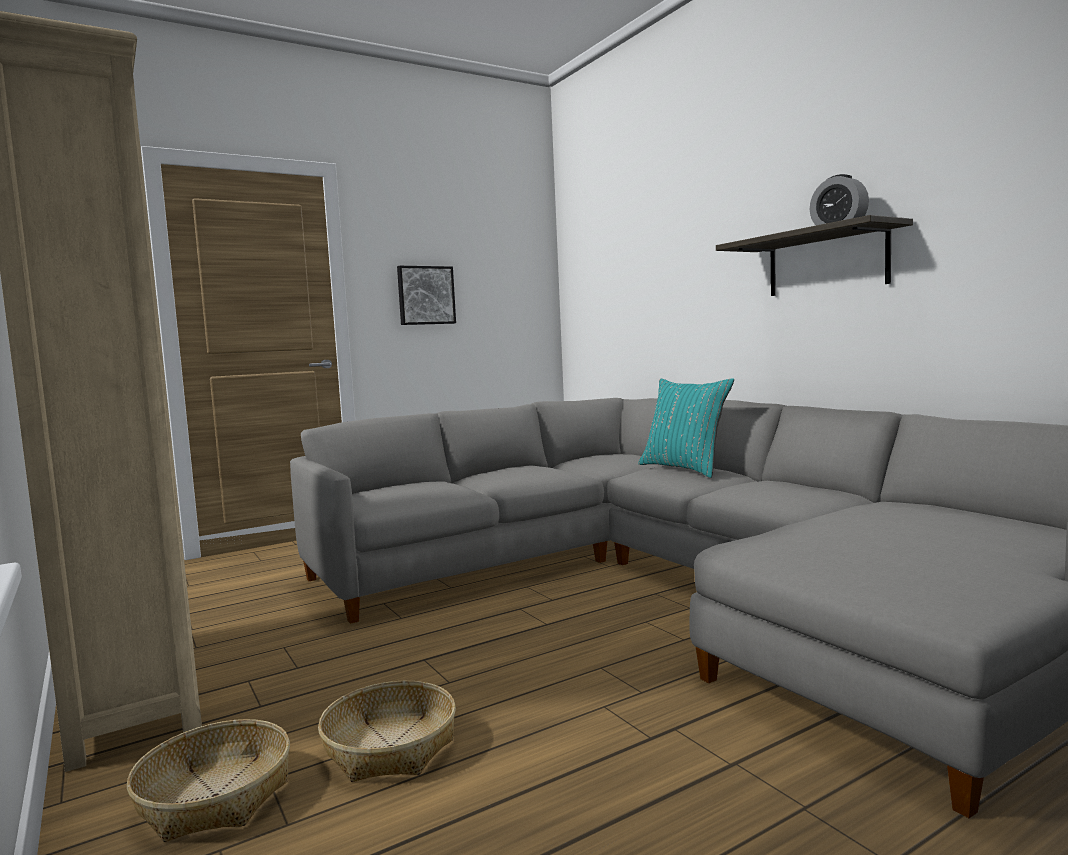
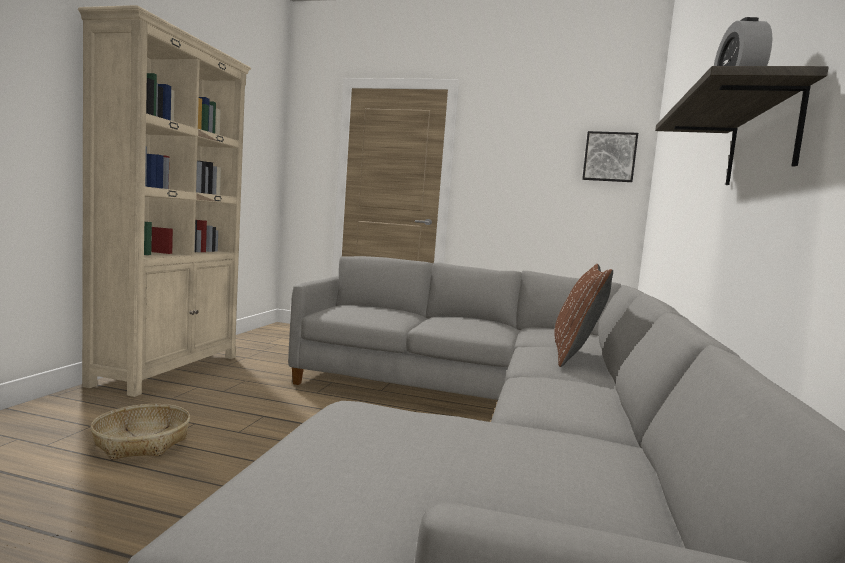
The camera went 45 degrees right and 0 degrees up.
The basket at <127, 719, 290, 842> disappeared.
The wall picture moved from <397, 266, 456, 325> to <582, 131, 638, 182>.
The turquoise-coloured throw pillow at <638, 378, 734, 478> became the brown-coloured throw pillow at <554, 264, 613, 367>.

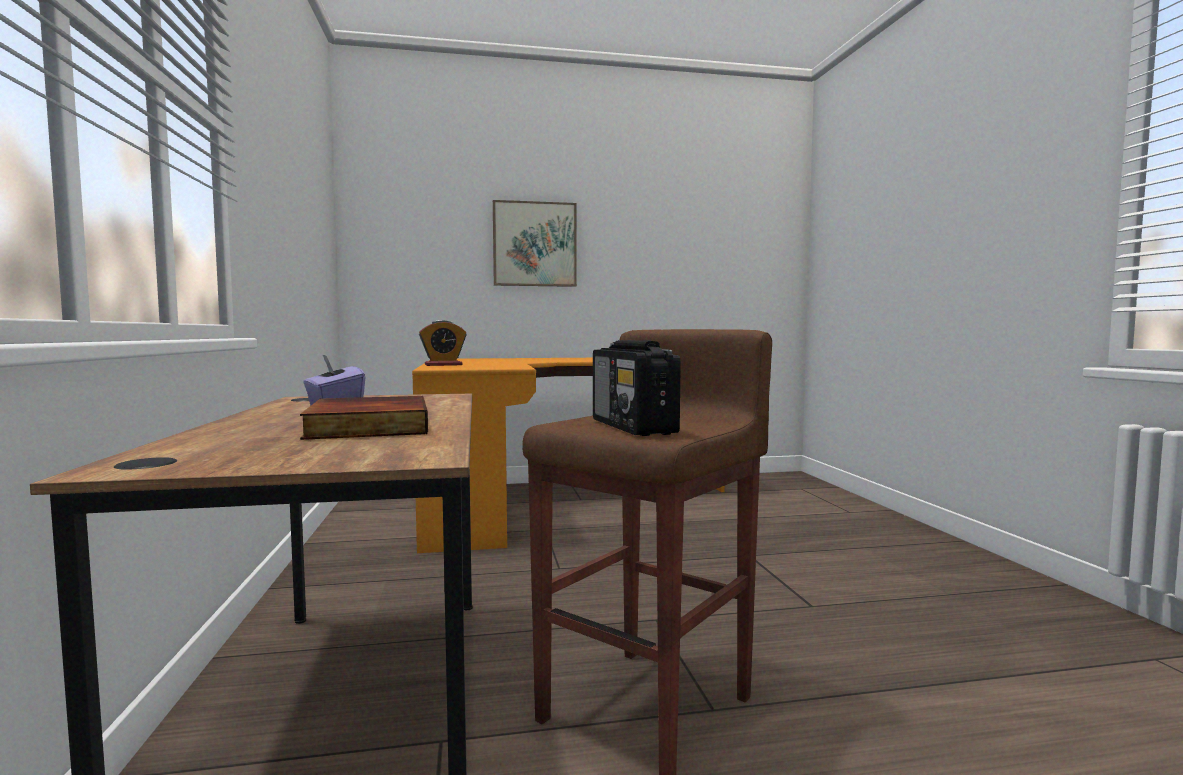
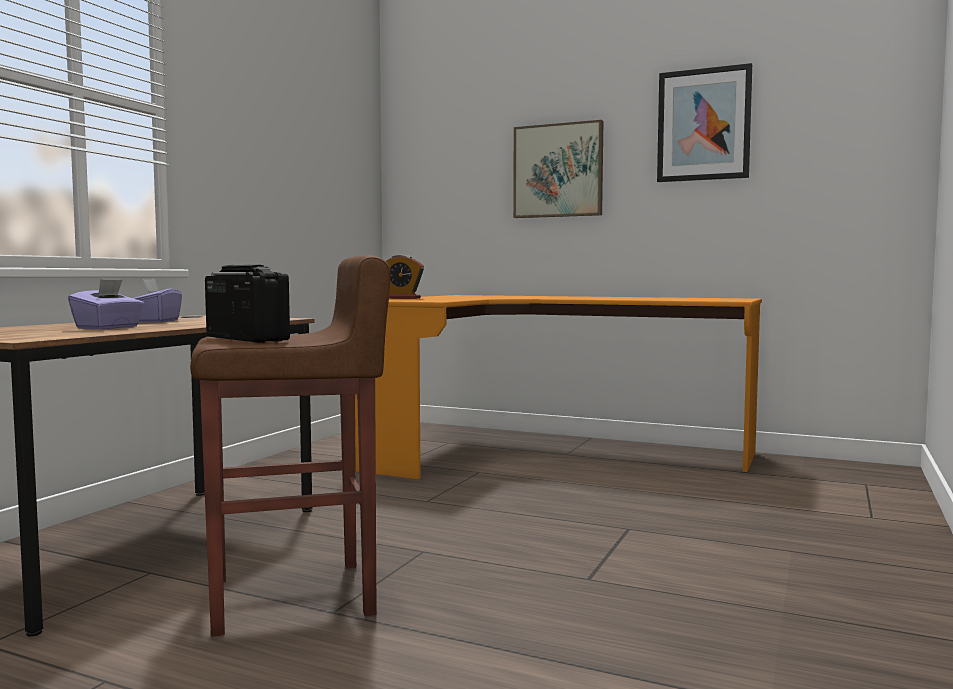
The camera went 35 degrees right and 0 degrees up.
The volume at <300, 396, 428, 440> was replaced by the purplish tissue box at <68, 279, 144, 329>.
The radio receiver at <593, 340, 681, 436> turned 120 degrees clockwise.
The wall picture at <657, 63, 752, 182> appeared.

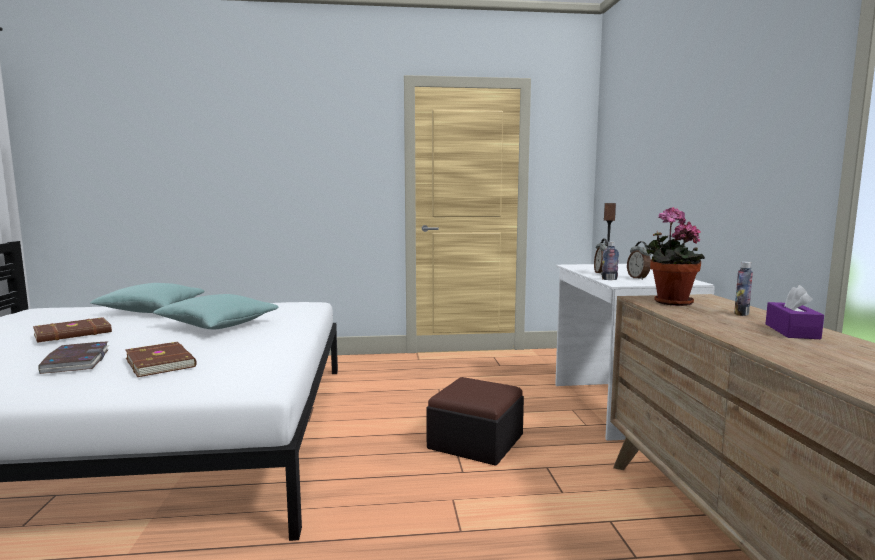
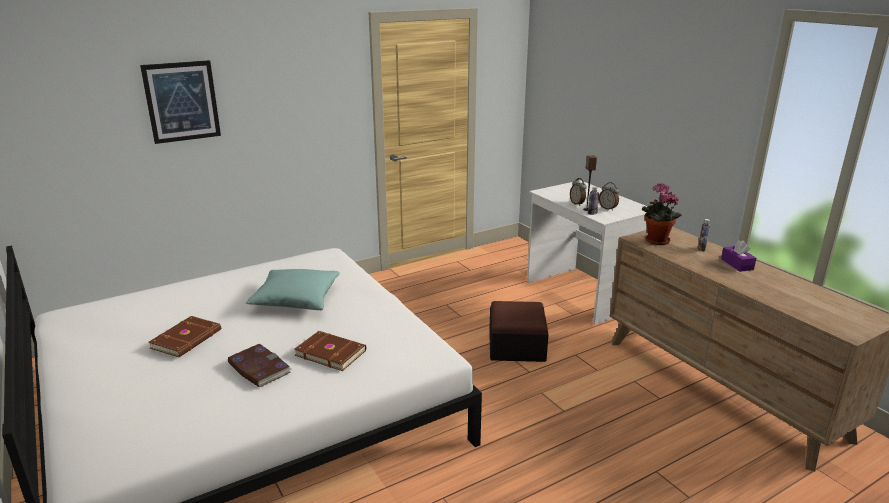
The camera went 25 degrees left and 15 degrees up.
The turquoise-coloured throw pillow at <90, 283, 204, 313> disappeared.
The wall picture at <140, 60, 221, 144> appeared.

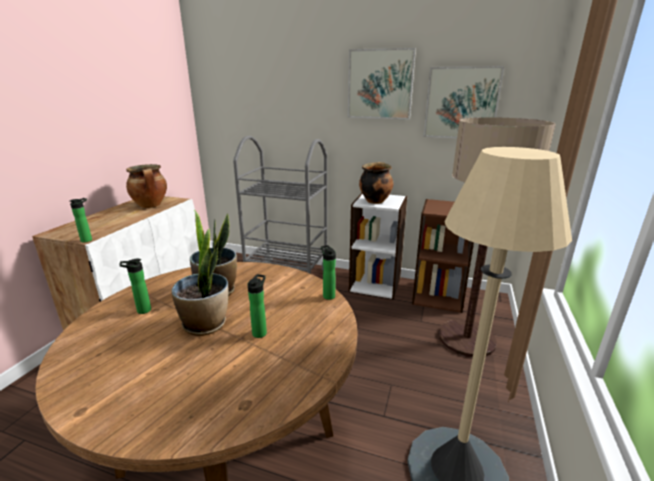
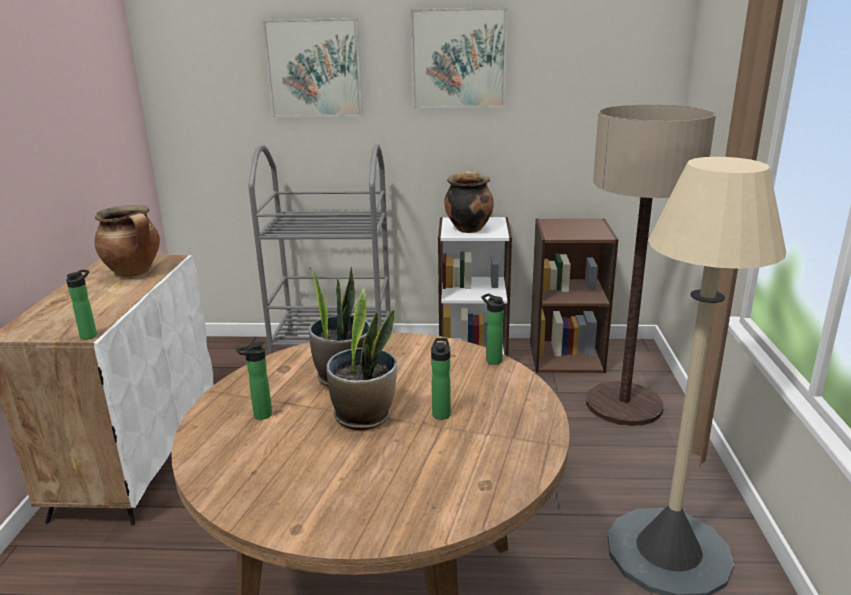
The camera went 15 degrees left and 0 degrees up.
The wall picture moved from <424, 66, 504, 138> to <262, 18, 363, 117>.

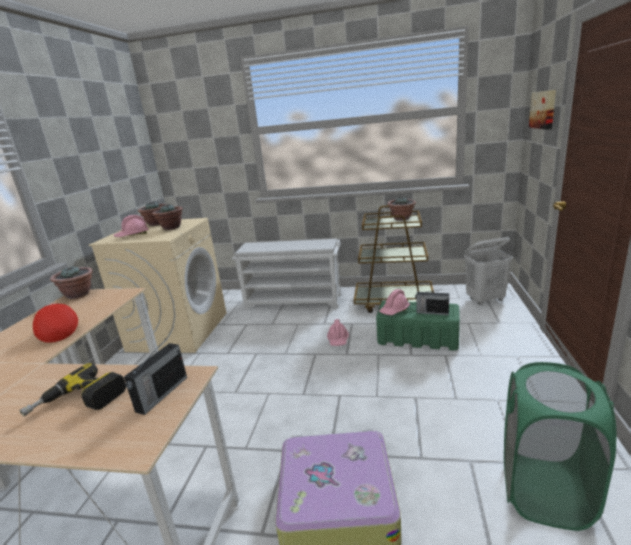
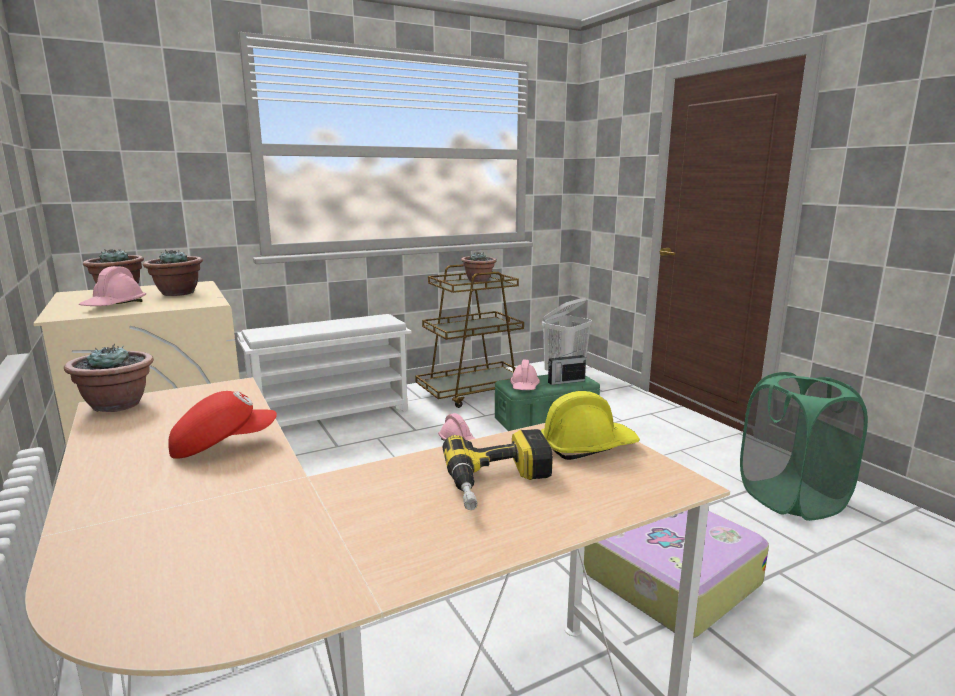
The camera went 40 degrees left and 5 degrees down.
The red-coloured cap at <33, 303, 78, 343> turned 135 degrees clockwise.
The radio receiver at <124, 341, 187, 415> was replaced by the yellow hard hat at <541, 391, 640, 460>.
The wall picture at <529, 90, 556, 130> disappeared.

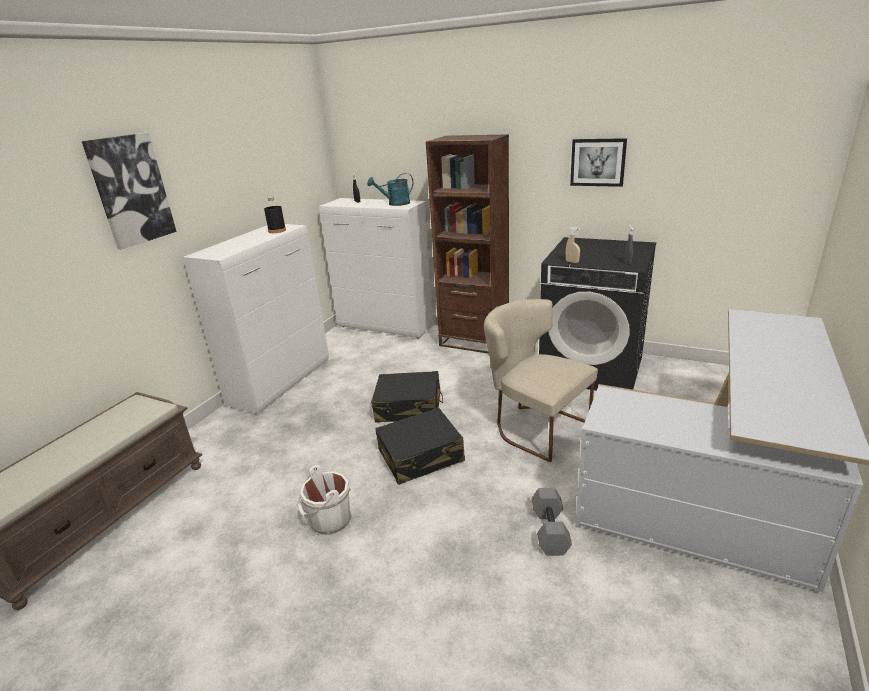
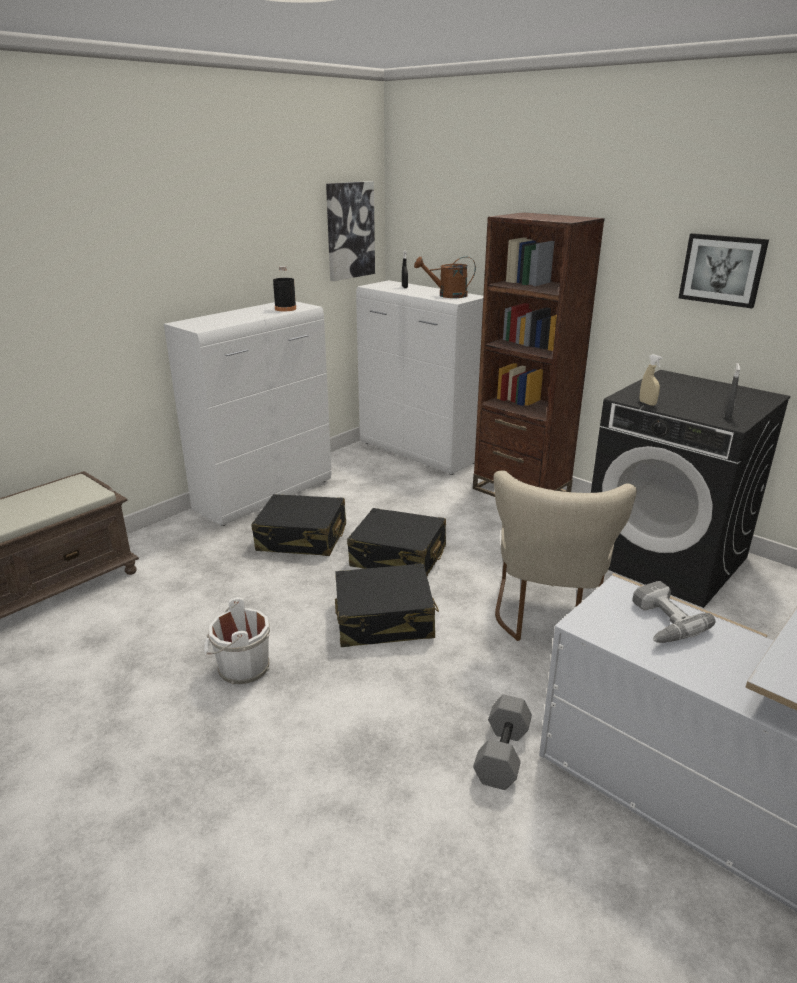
The camera went 15 degrees right and 0 degrees up.
The wall picture moved from <82, 133, 177, 249> to <326, 181, 375, 281>.
The turquoise-coloured watering can at <367, 173, 413, 206> became the brown-coloured watering can at <414, 257, 476, 298>.
The sand-coloured plain chair at <484, 299, 598, 462> turned 135 degrees counterclockwise.
The blackish travel case at <252, 494, 346, 556> appeared.
The electric drill at <632, 581, 715, 643> appeared.

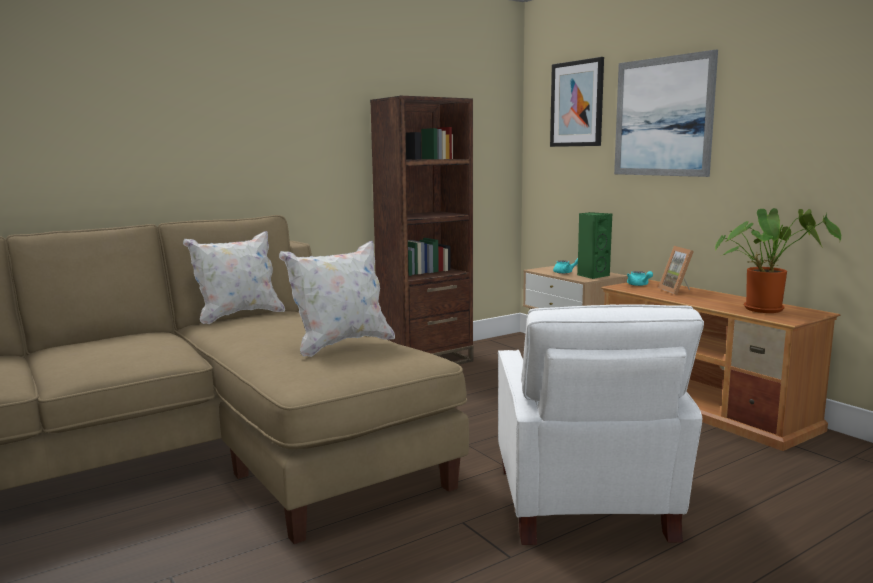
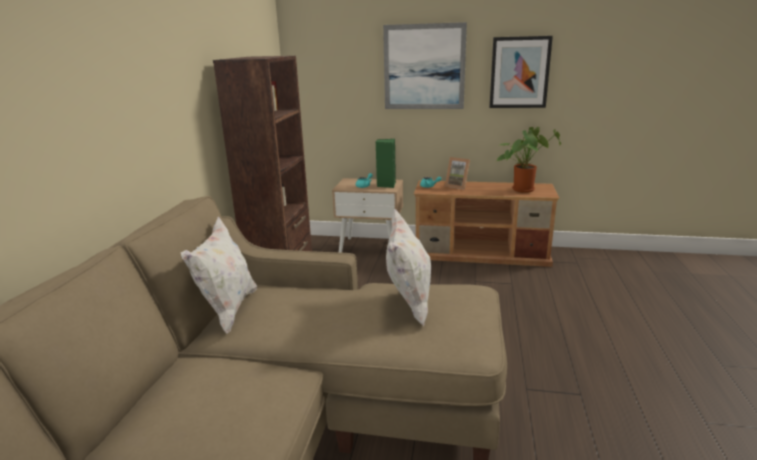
The camera went 45 degrees left and 10 degrees up.
The whitish easy chair at <498, 304, 704, 545> disappeared.
The wall picture moved from <550, 57, 604, 147> to <489, 36, 553, 108>.

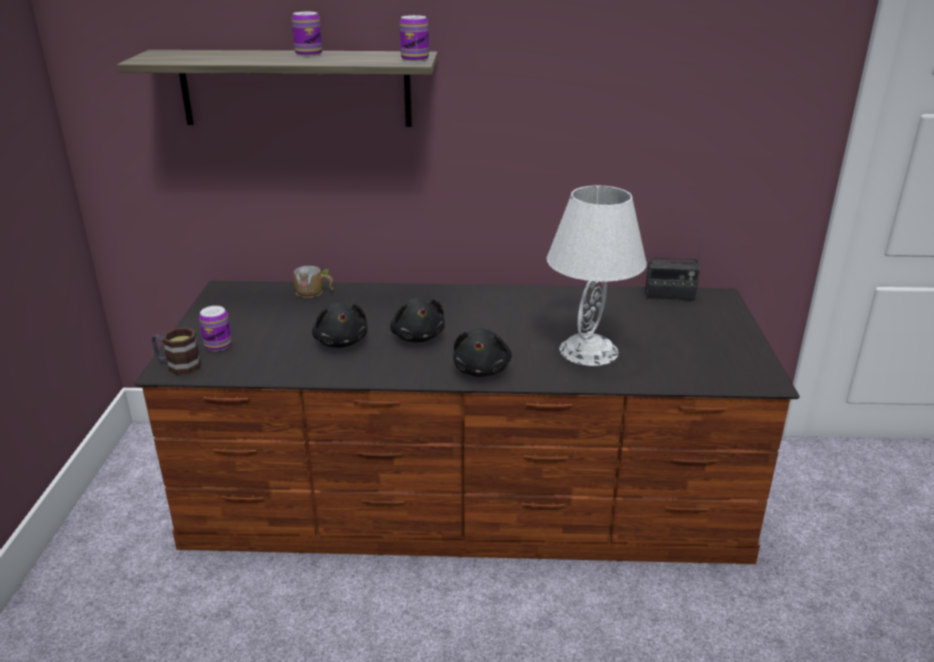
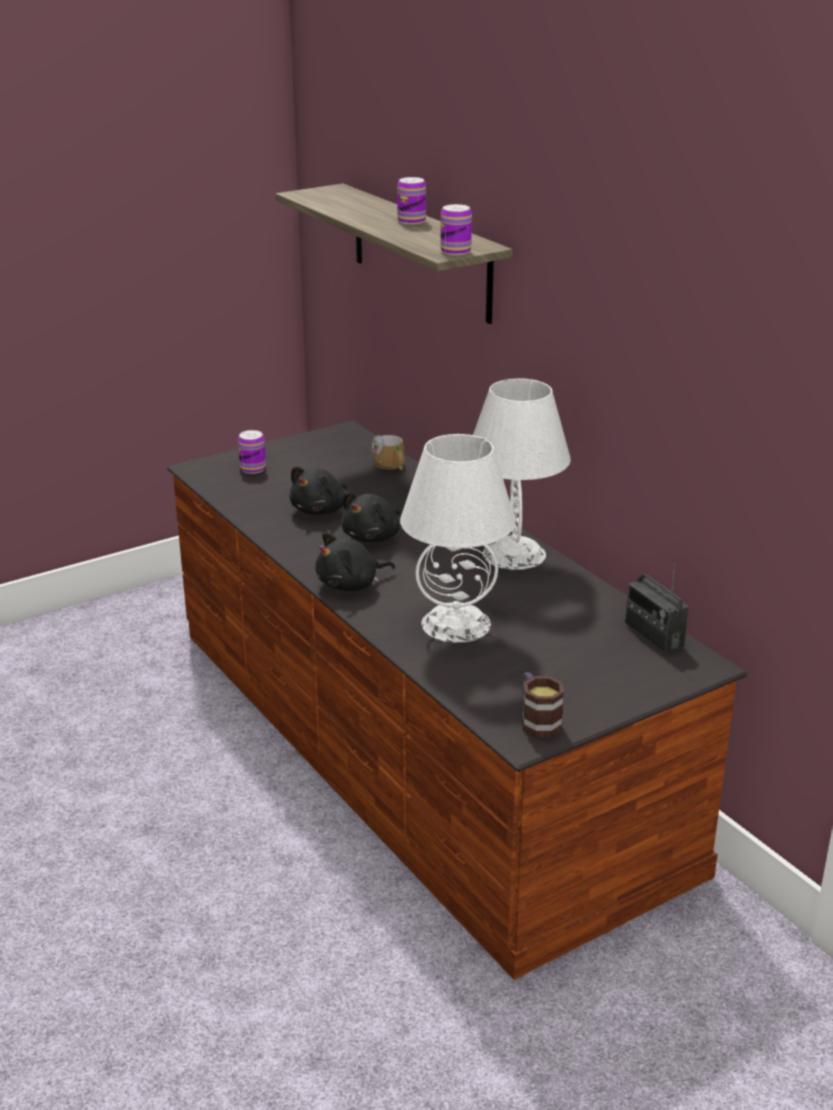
The camera went 55 degrees right and 0 degrees up.
The coffee mug moved from <152, 328, 201, 375> to <522, 672, 564, 738>.
The whitish table lamp at <473, 378, 571, 570> appeared.

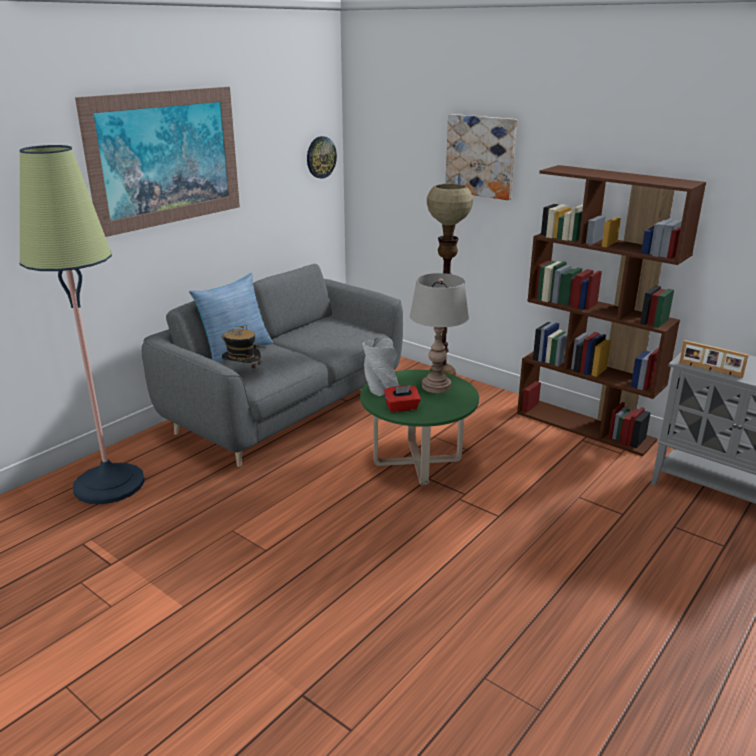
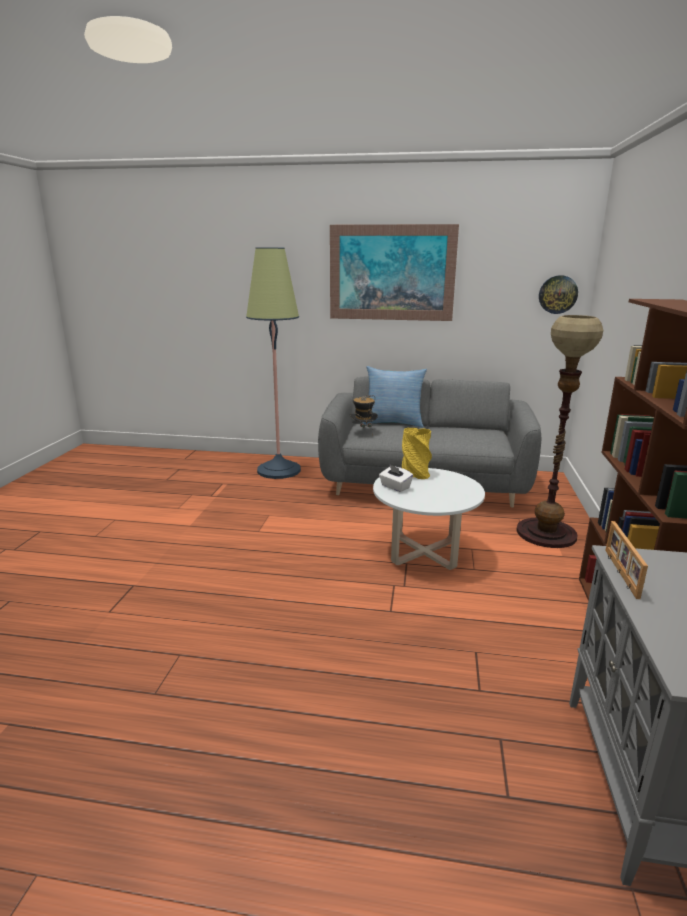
The camera went 60 degrees right and 5 degrees down.
The green-coloured lounge table at <360, 370, 479, 485> became the whitish lounge table at <373, 468, 485, 570>.
The grey vase at <363, 337, 399, 396> became the yellow vase at <402, 428, 432, 479>.
The red-coloured tissue box at <383, 385, 421, 413> became the whitish tissue box at <379, 464, 413, 492>.
The grey table lamp at <410, 273, 469, 393> disappeared.
The wall picture at <445, 114, 517, 200> disappeared.

